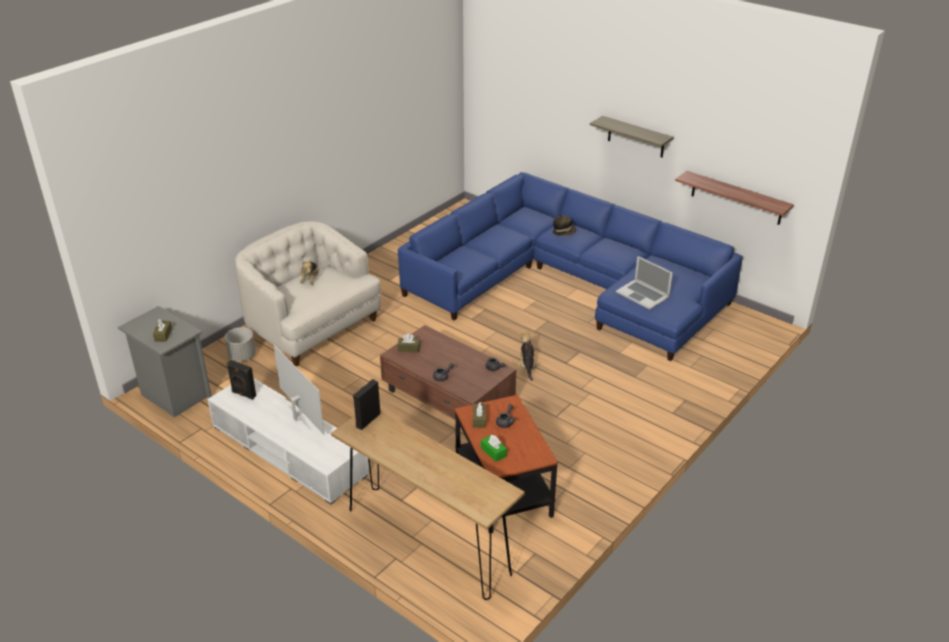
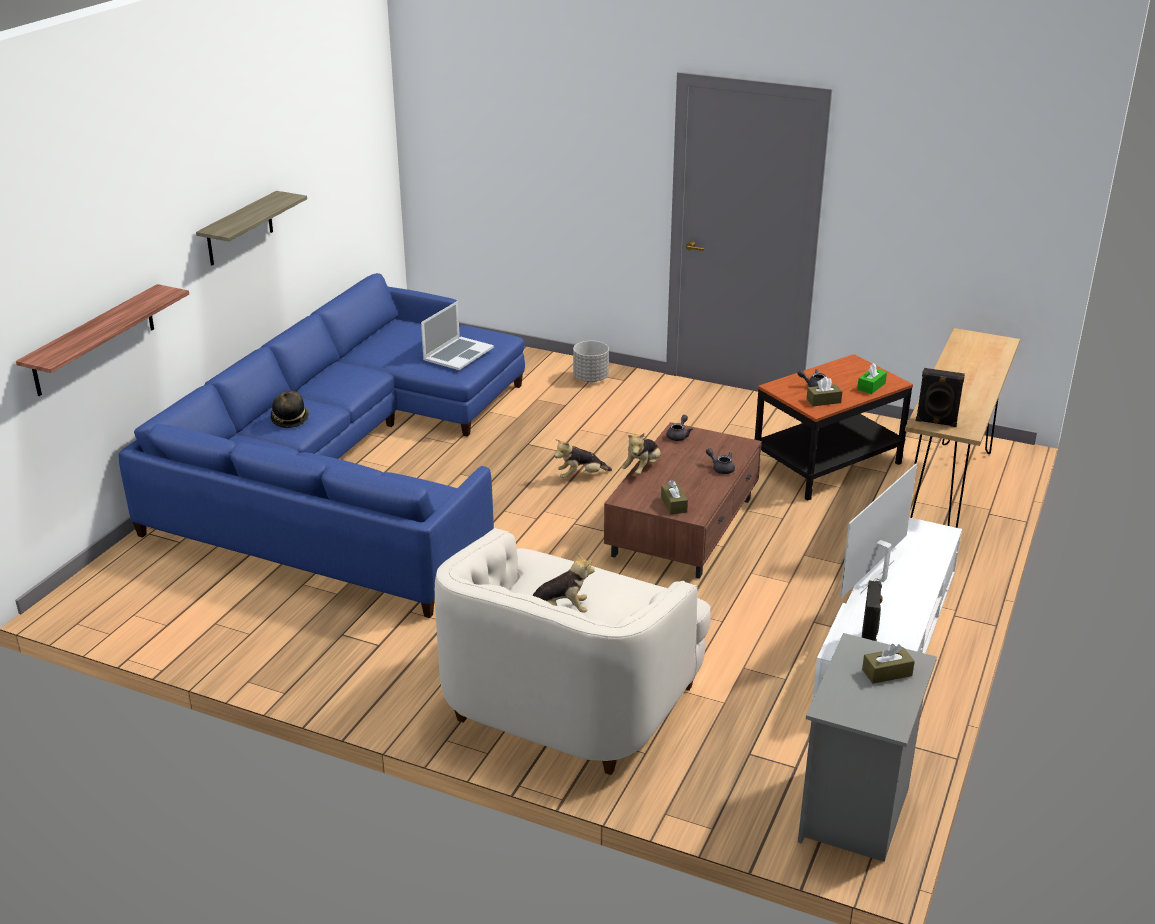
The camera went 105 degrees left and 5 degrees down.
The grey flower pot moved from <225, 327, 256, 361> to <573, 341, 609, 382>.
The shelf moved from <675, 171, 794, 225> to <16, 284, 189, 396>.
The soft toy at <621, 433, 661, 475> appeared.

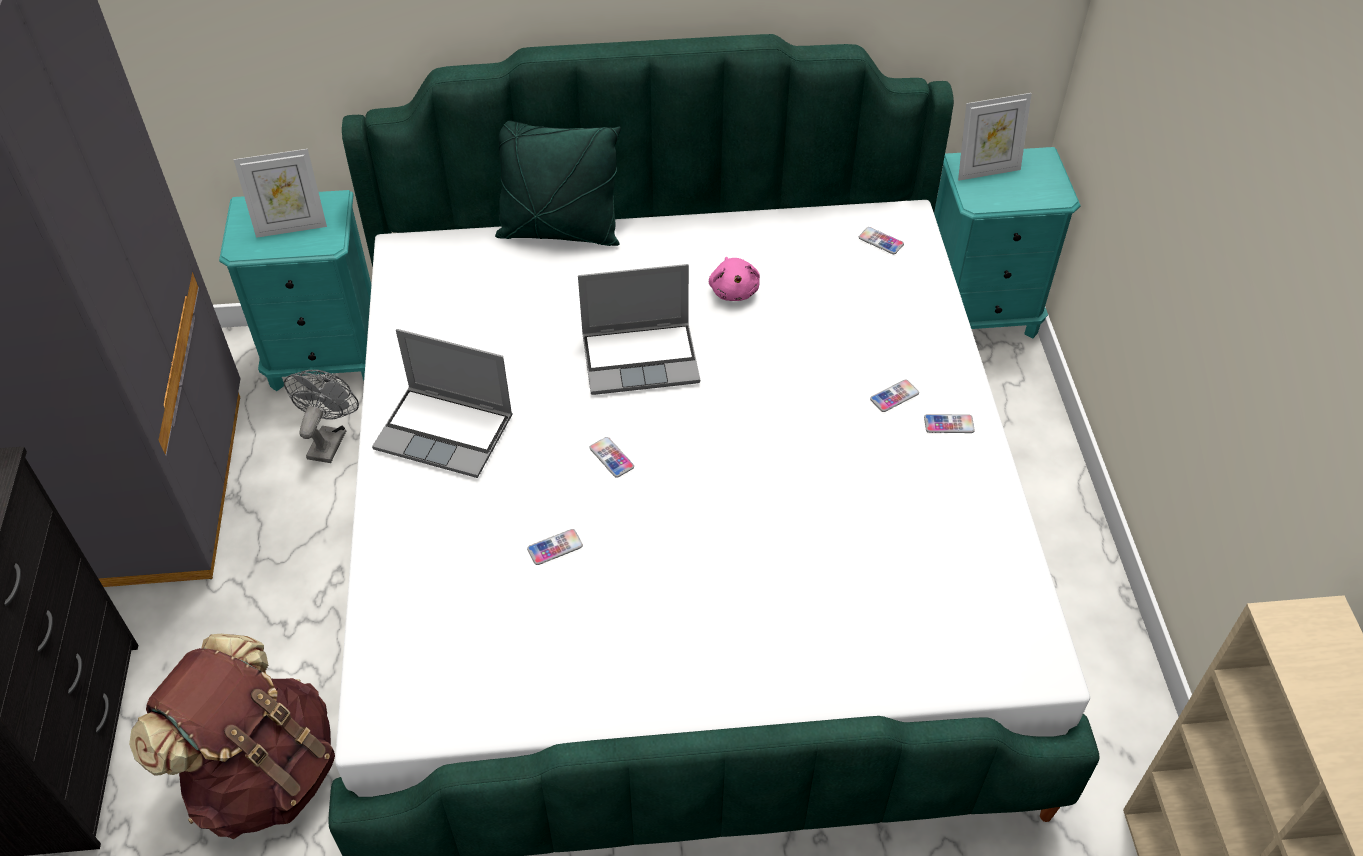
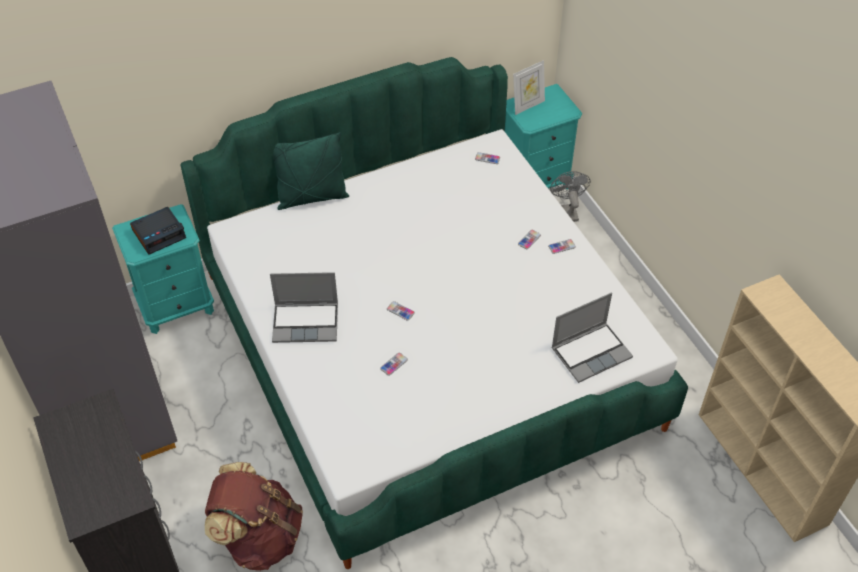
The camera went 20 degrees left and 0 degrees up.
The standing frame at <234, 149, 327, 238> was replaced by the bedside clock at <130, 207, 186, 255>.
The grey electric fan moved from <284, 370, 359, 463> to <550, 171, 591, 222>.
The laptop moved from <578, 264, 700, 395> to <551, 293, 633, 383>.
The pink-coloured soft toy at <709, 257, 760, 301> disappeared.

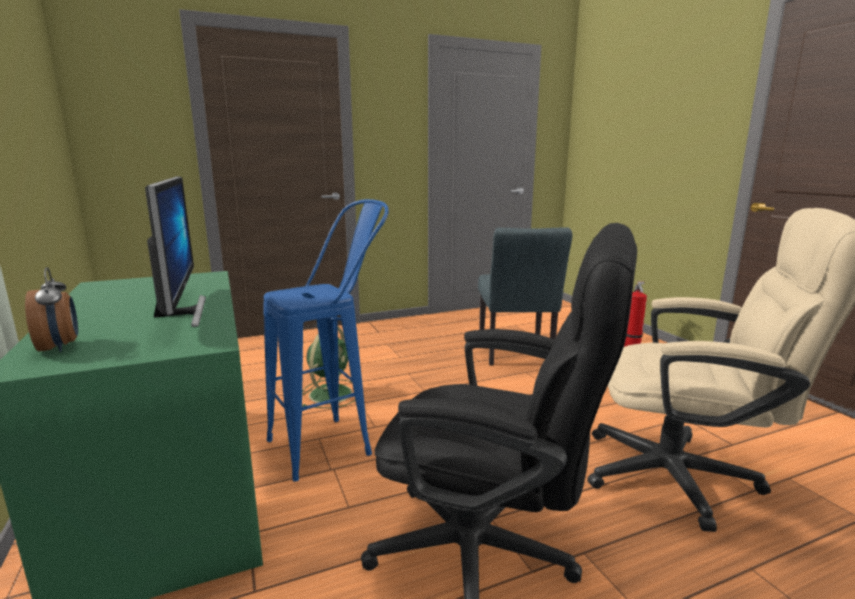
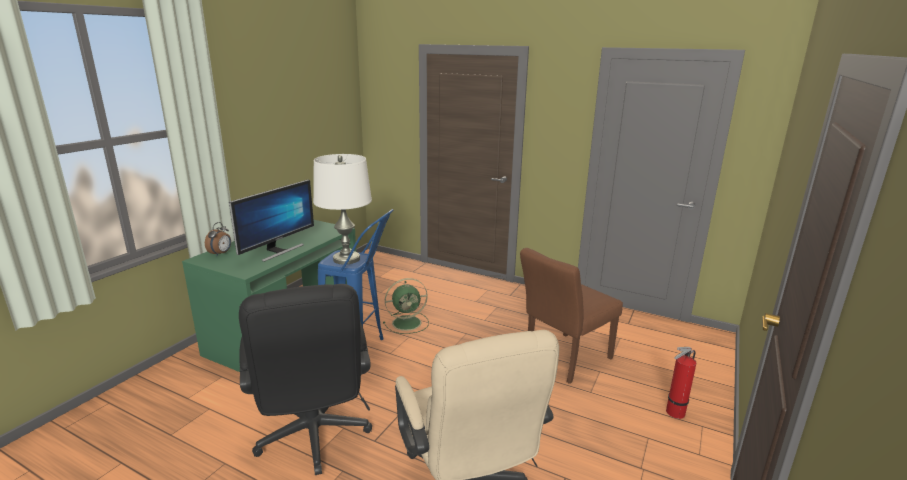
The camera went 50 degrees right and 5 degrees up.
The grey plain chair at <478, 227, 572, 366> became the brown-coloured plain chair at <520, 248, 623, 384>.
The whitish table lamp at <313, 154, 372, 265> appeared.

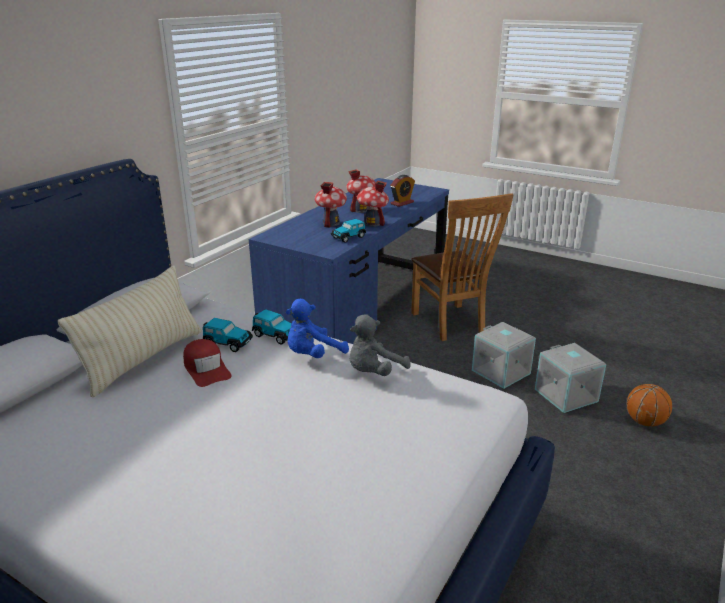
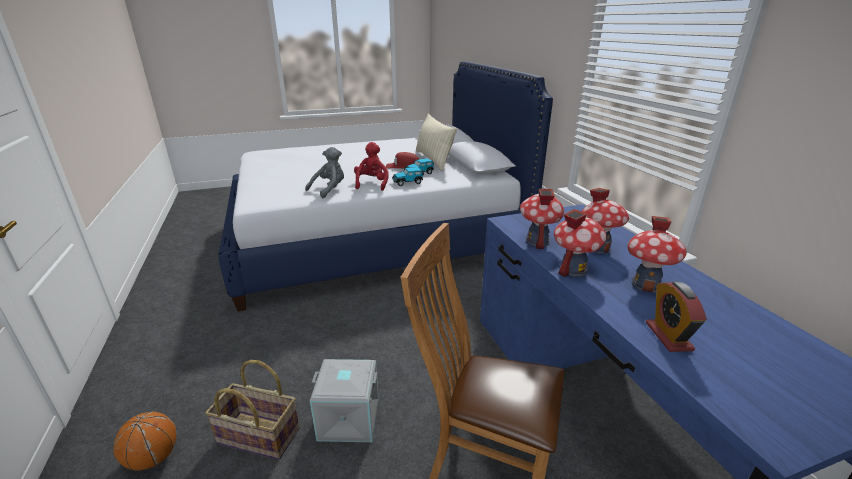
The camera went 130 degrees right and 0 degrees up.
The blue-coloured soft toy at <286, 299, 349, 358> became the red-coloured soft toy at <354, 142, 389, 191>.
The toy car at <331, 219, 366, 243> was replaced by the miniature house at <520, 189, 564, 249>.
The grey soft toy at <350, 314, 411, 376> turned 45 degrees clockwise.
The grey storage bin at <535, 343, 606, 413> was replaced by the basket at <205, 360, 300, 460>.

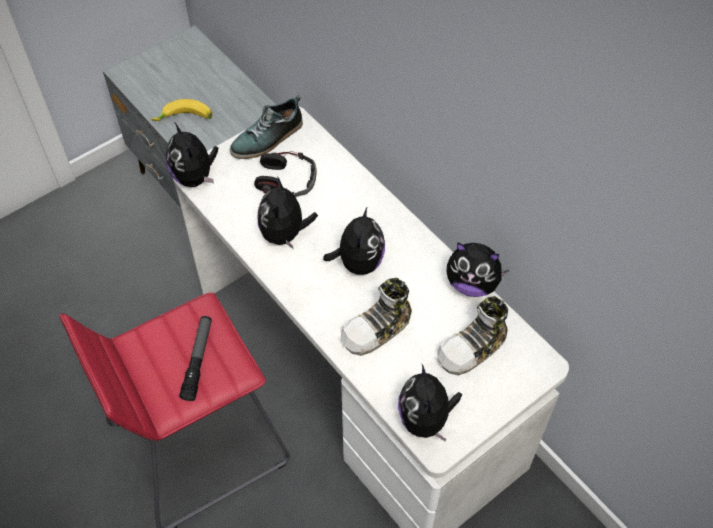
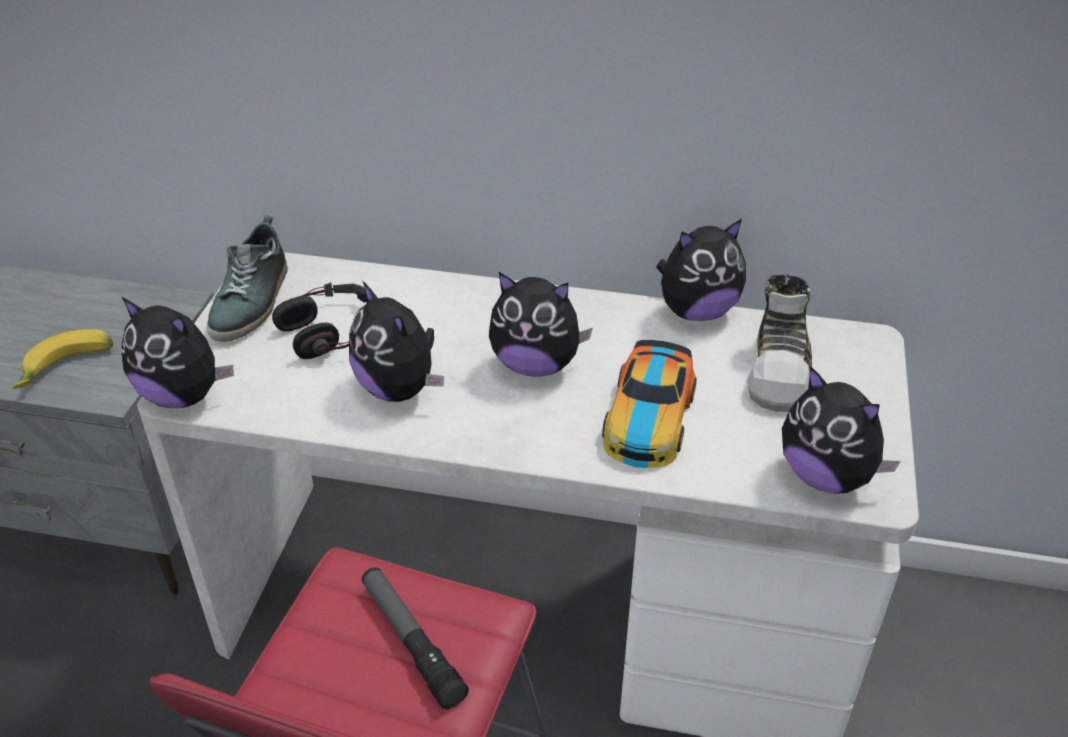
The camera went 40 degrees left and 15 degrees down.
The soft toy at <323, 206, 385, 275> turned 135 degrees clockwise.
The low shoe at <341, 278, 412, 356> was replaced by the toy car at <602, 340, 697, 468>.

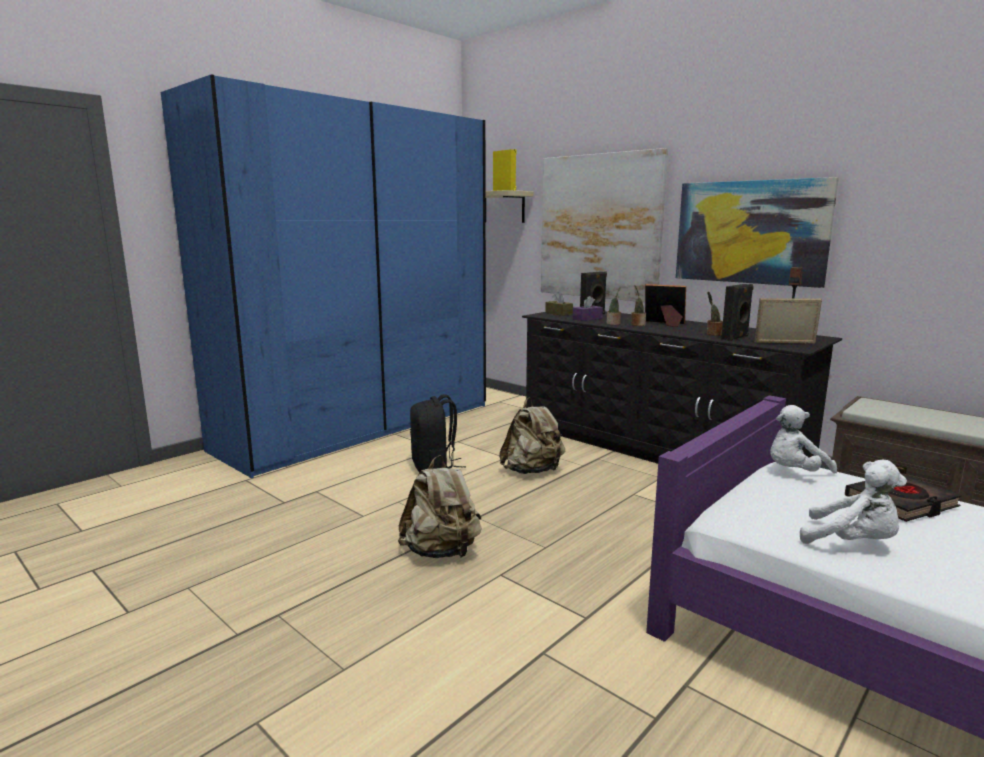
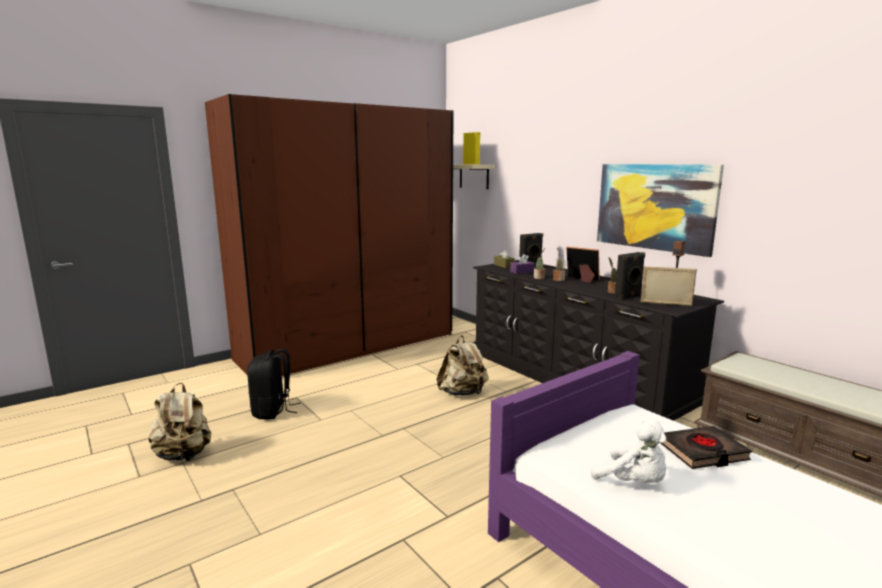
The camera went 10 degrees right and 0 degrees up.
The blue-coloured wardrobe at <161, 74, 486, 478> became the brown-coloured wardrobe at <205, 94, 454, 376>.
The sand-coloured knapsack moved from <398, 455, 482, 558> to <149, 383, 211, 462>.
The blackish knapsack moved from <410, 394, 466, 473> to <247, 348, 301, 419>.
The wall picture at <541, 148, 668, 302> disappeared.
The whitish soft toy at <770, 405, 837, 474> disappeared.

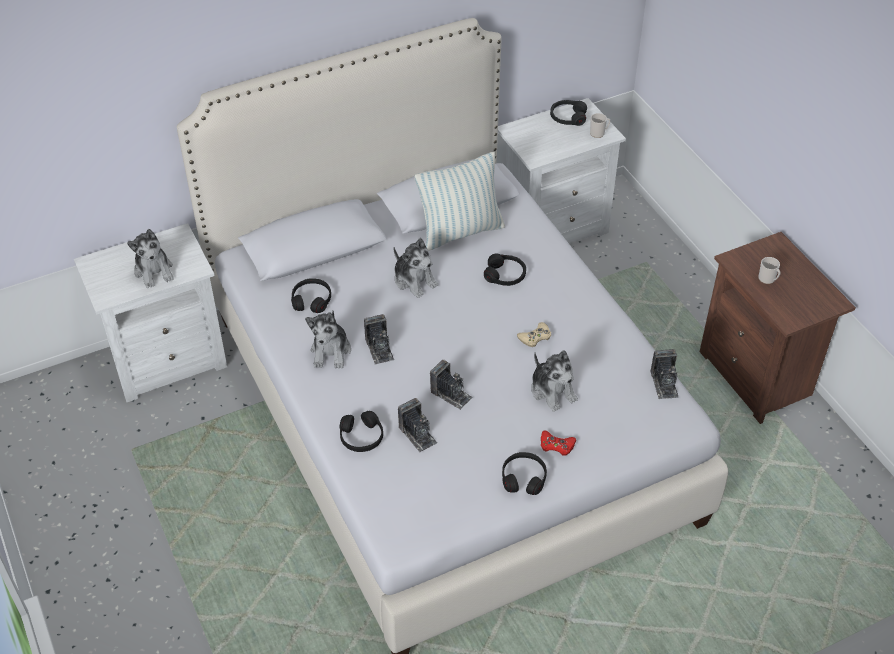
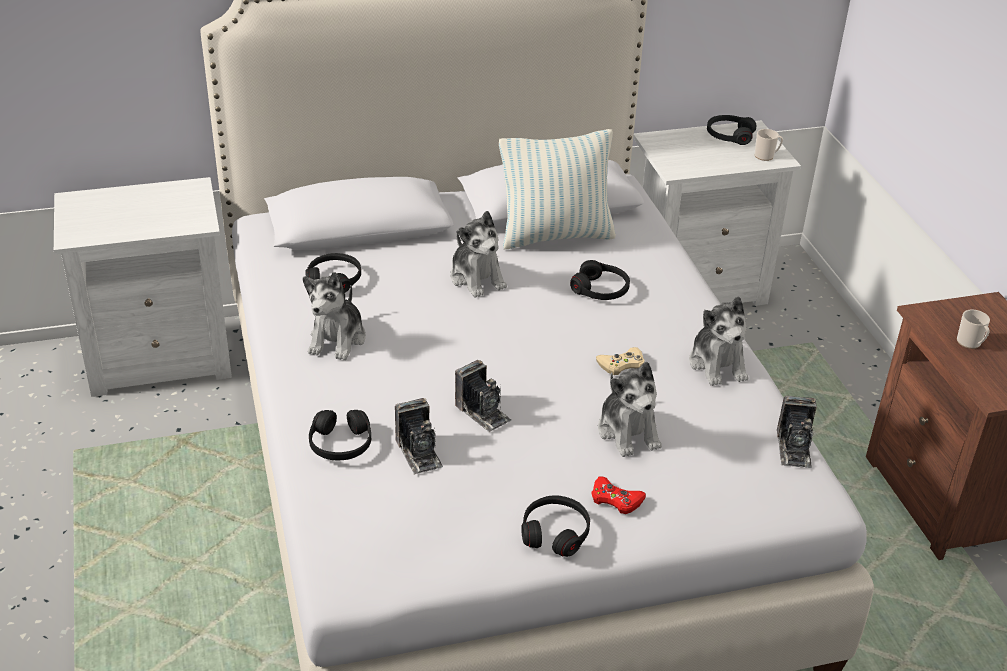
The camera went 10 degrees right and 10 degrees down.
The soft toy moved from <127, 229, 174, 288> to <689, 296, 749, 386>.
The photo camera at <364, 314, 394, 365> disappeared.

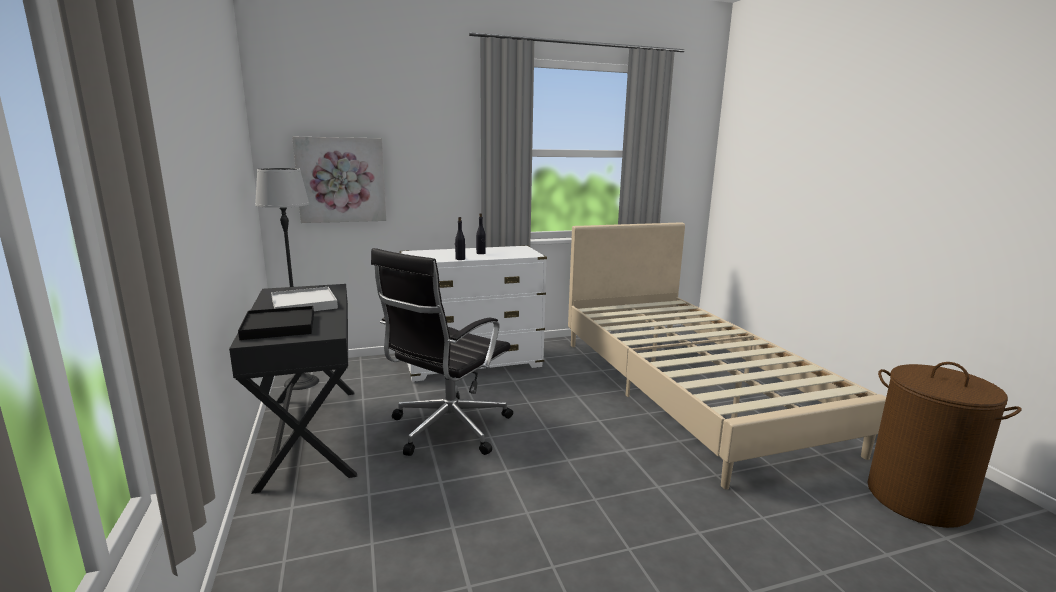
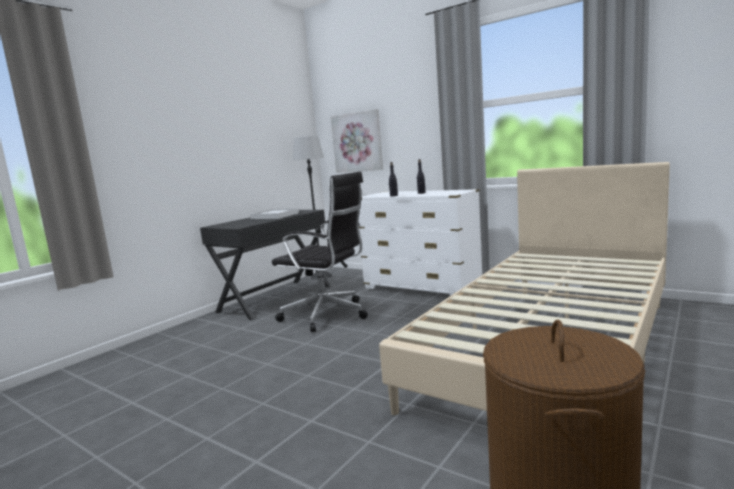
The camera went 55 degrees right and 5 degrees down.
The blackish tray at <238, 306, 314, 340> disappeared.
The blackish computer chair at <371, 248, 513, 456> turned 150 degrees counterclockwise.

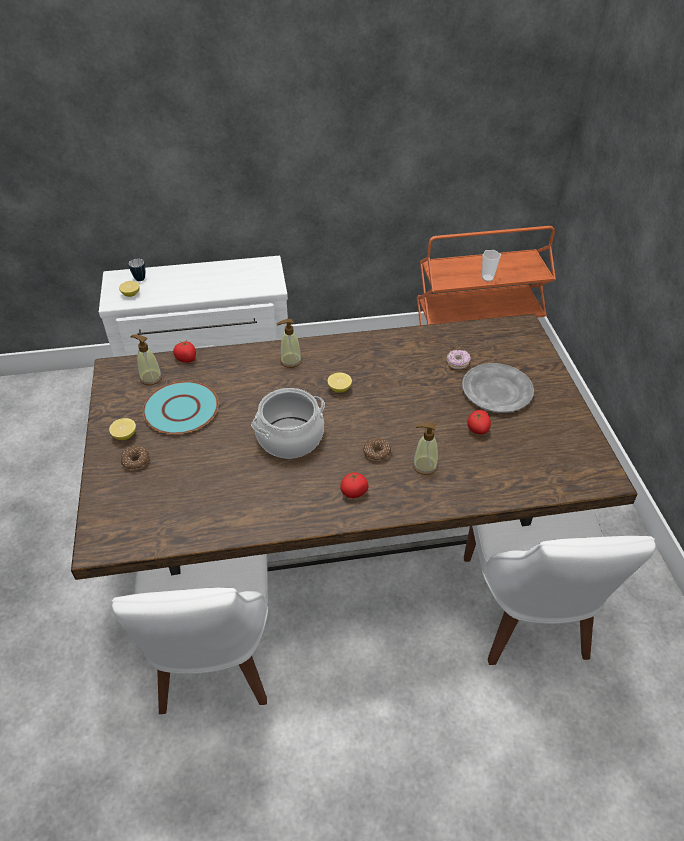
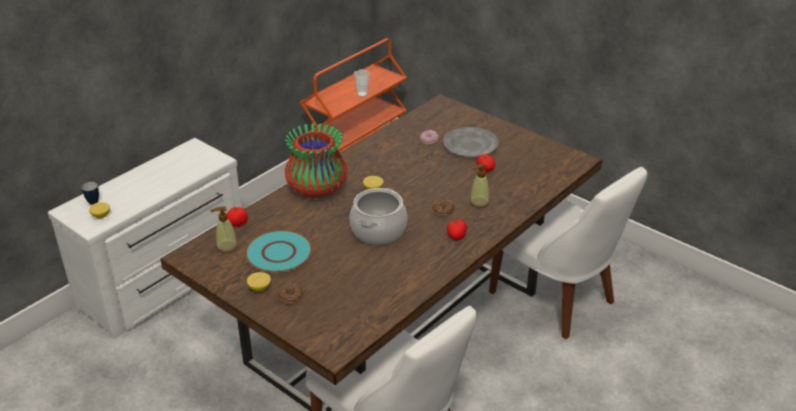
The camera went 40 degrees left and 10 degrees down.
The soap dispenser at <277, 319, 302, 368> was replaced by the vase at <285, 123, 347, 199>.

